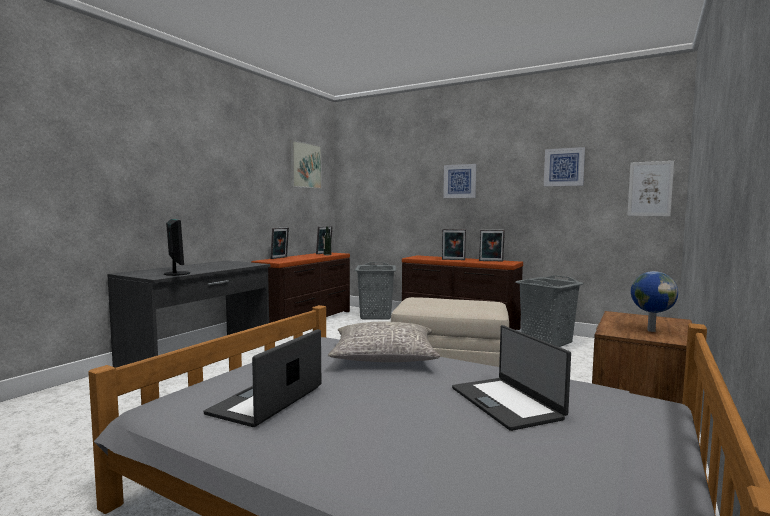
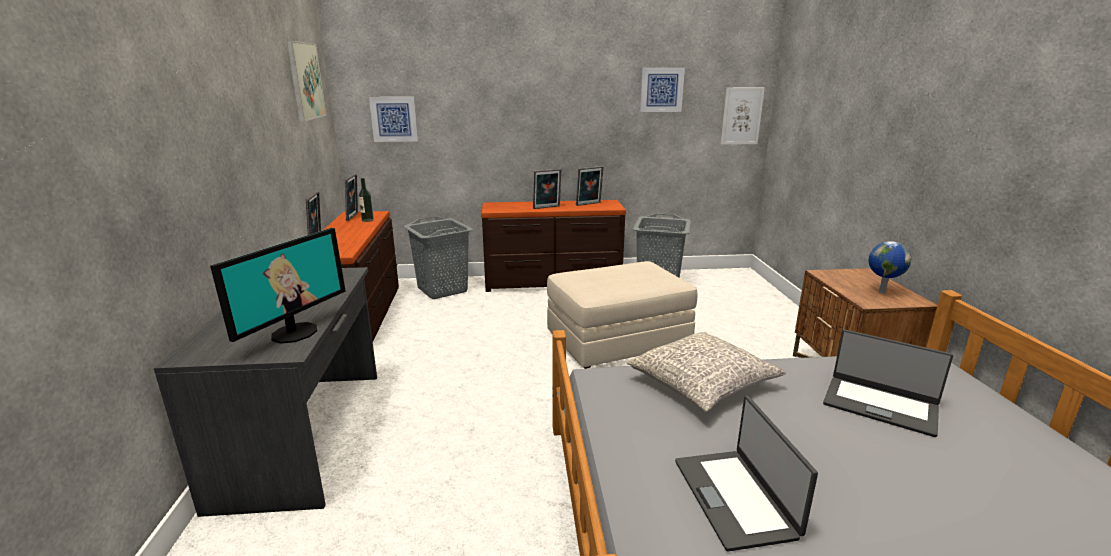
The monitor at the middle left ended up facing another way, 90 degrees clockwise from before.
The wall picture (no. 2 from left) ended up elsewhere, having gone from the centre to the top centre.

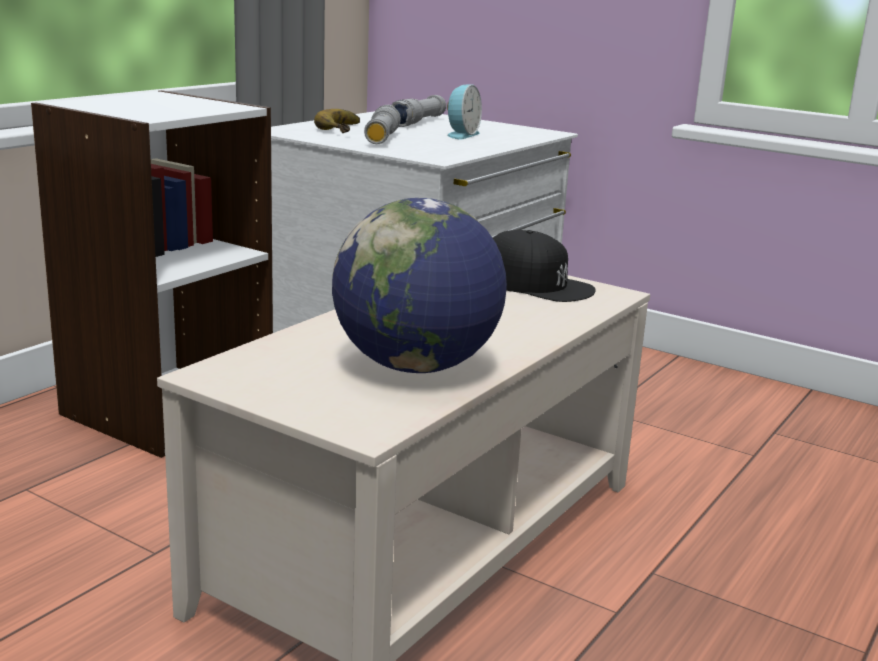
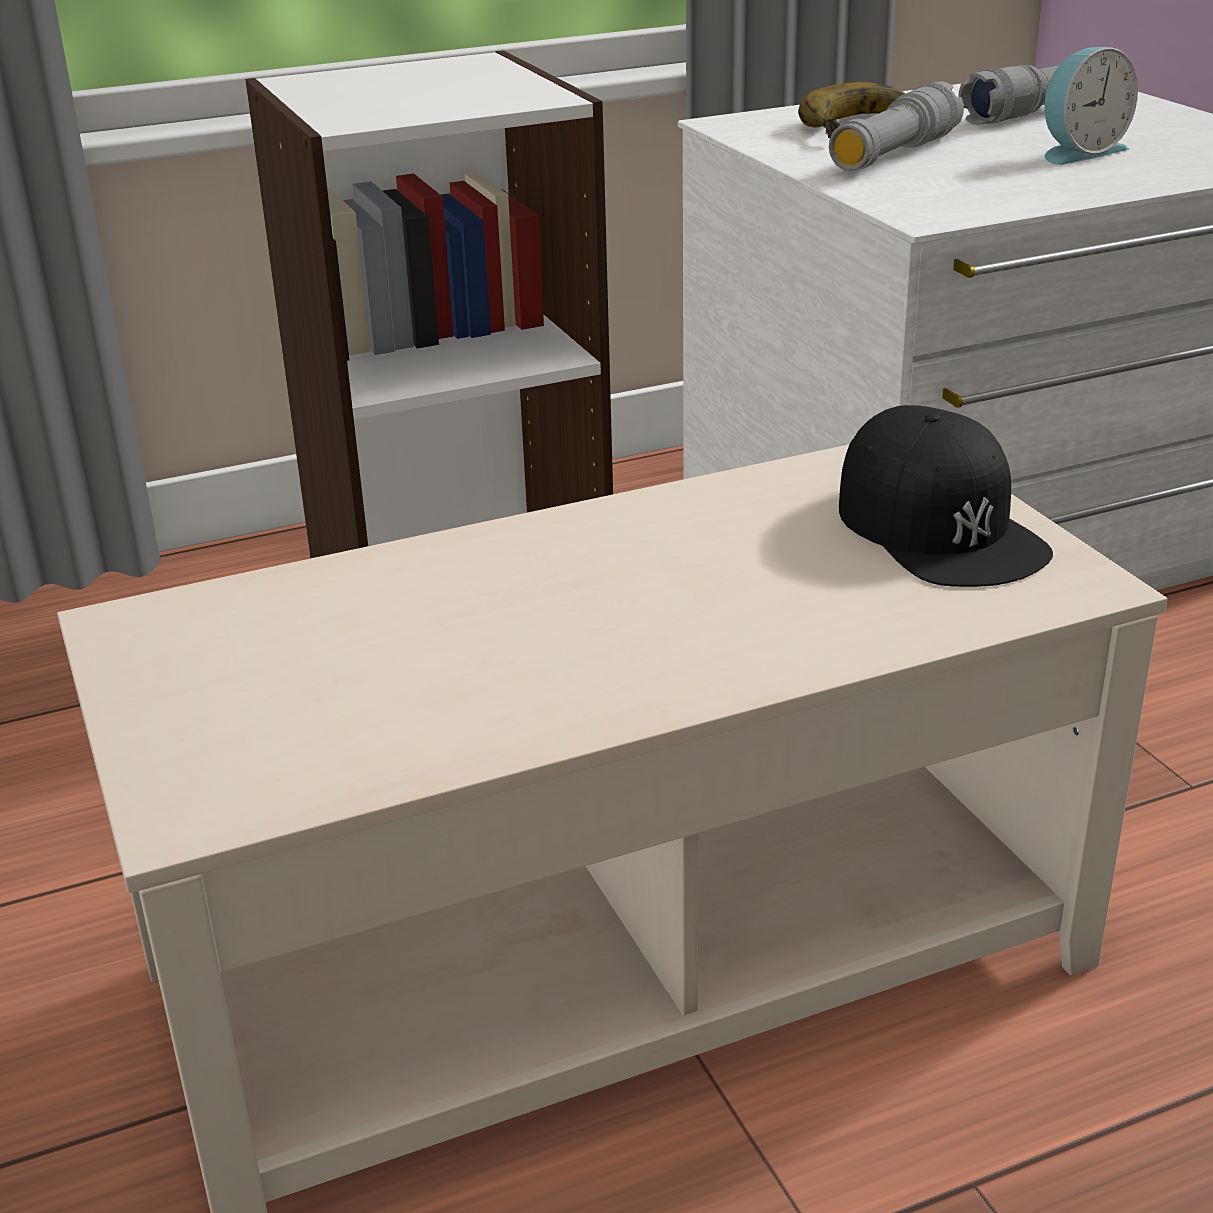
The second view lost the world globe at the centre.

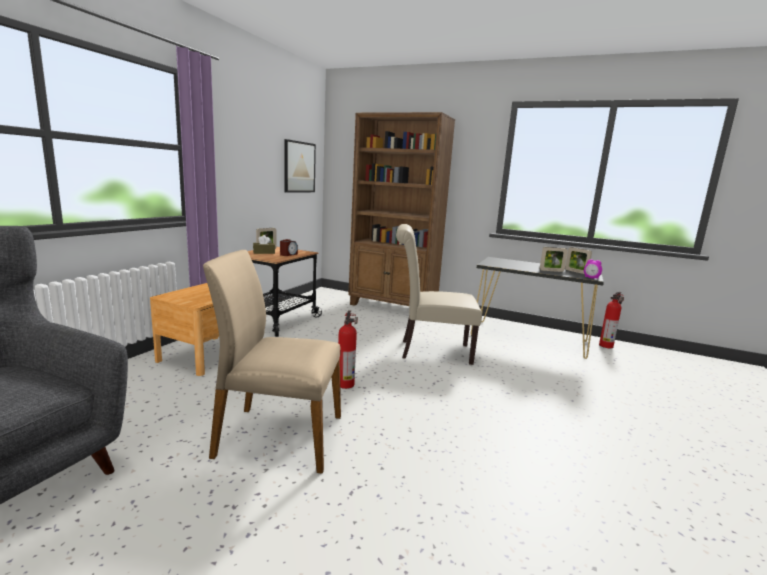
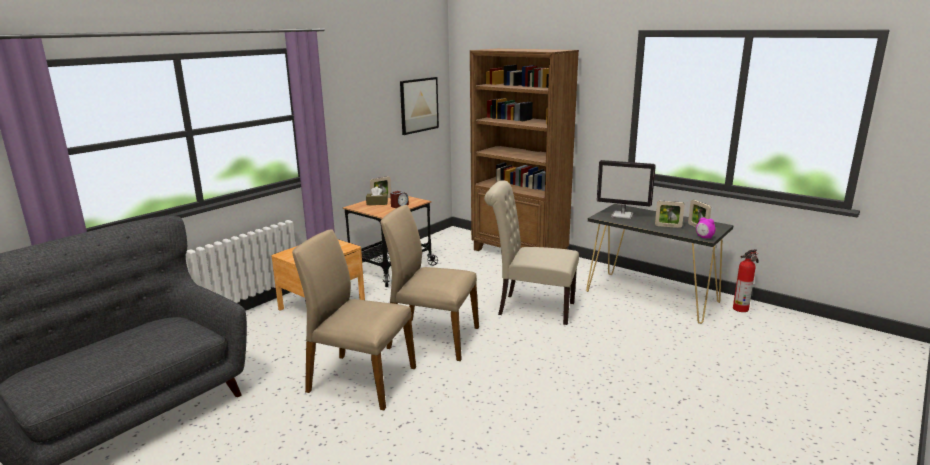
Where the extinguisher (no. 1 from left) stood at the centre, the chair (beige-coloured) (no. 2 from left) came to stand at the centre.
The second view gained the monitor at the middle right.

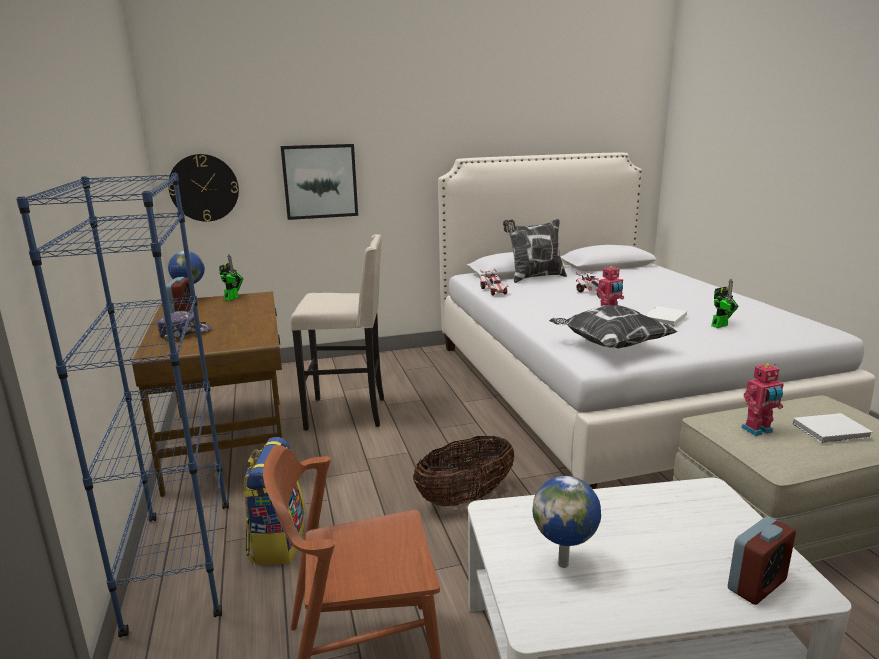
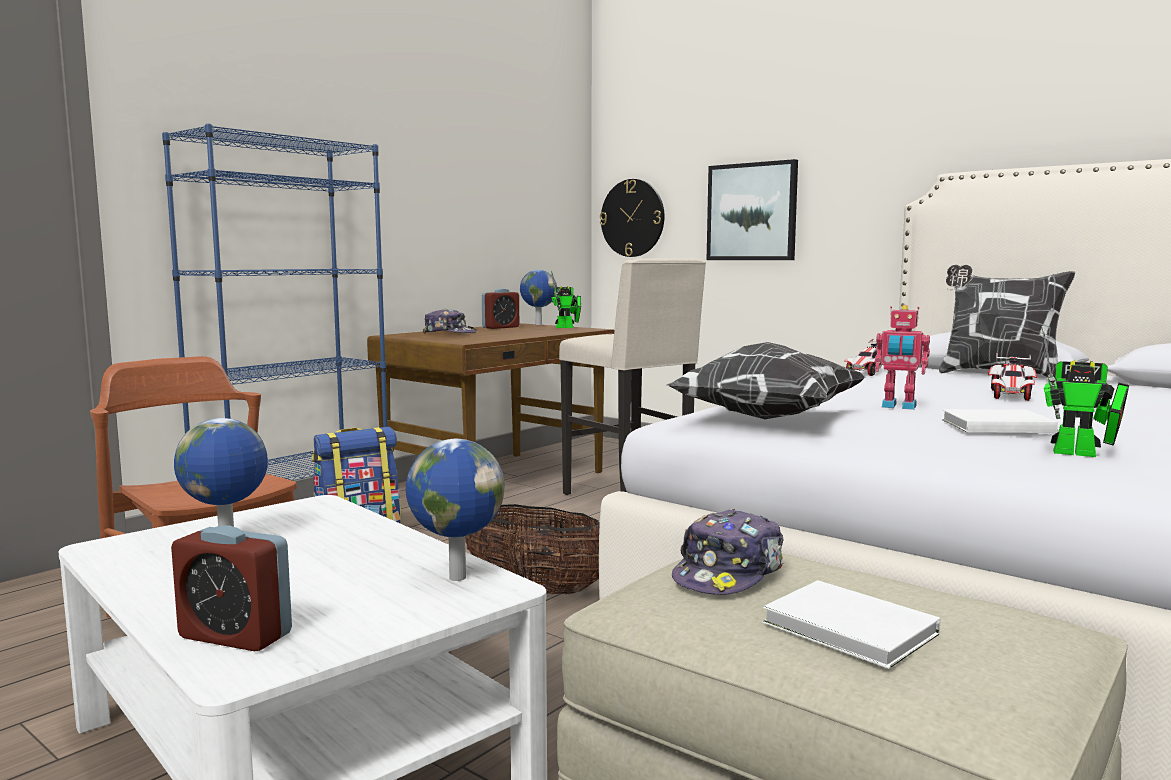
The second view gained the world globe (no. 2 from left) at the centre.
Where the model robot (no. 4 from left) stood at the middle right, the peaked cap (no. 2 from left) came to stand at the bottom centre.

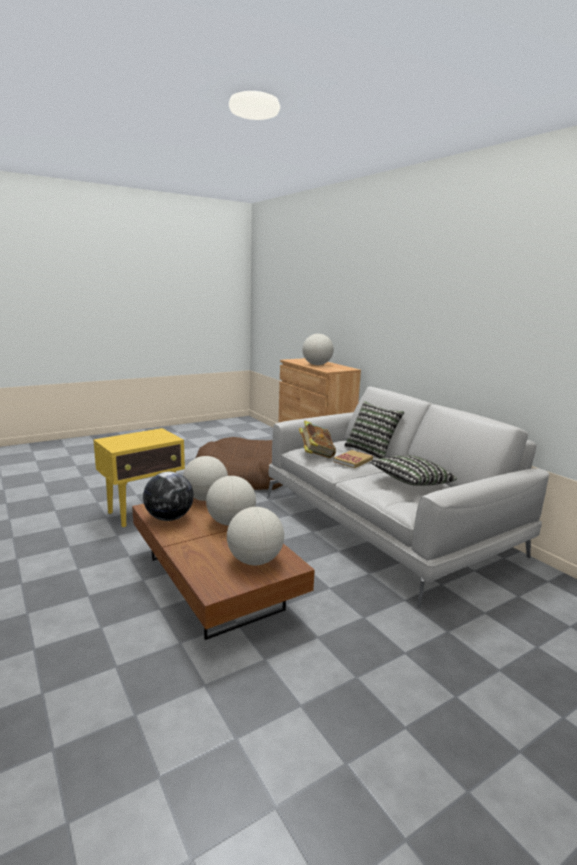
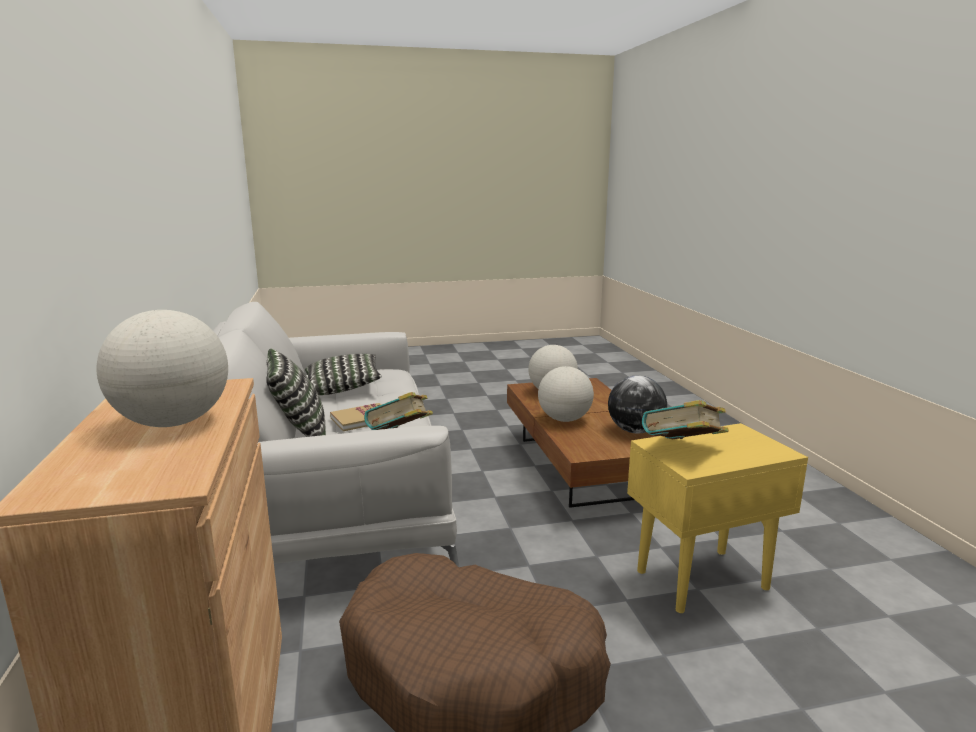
The second view gained the bound book (no. 3 from left) at the middle right.
The second view lost the world globe (no. 2 from left) at the centre.

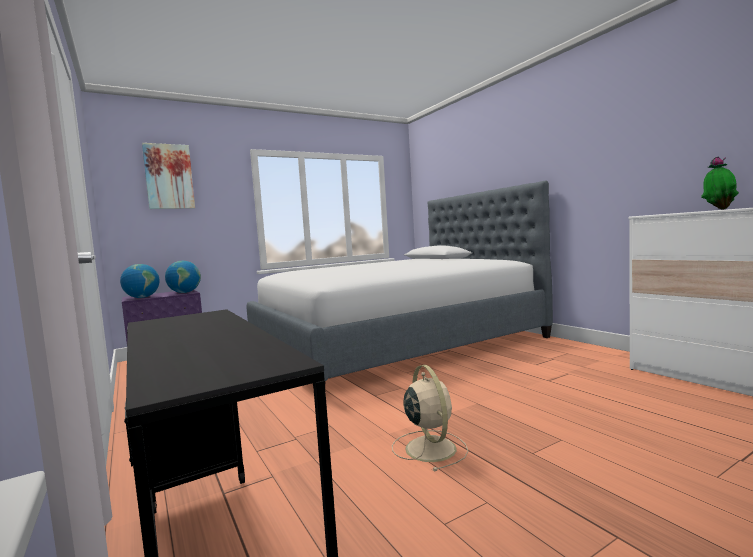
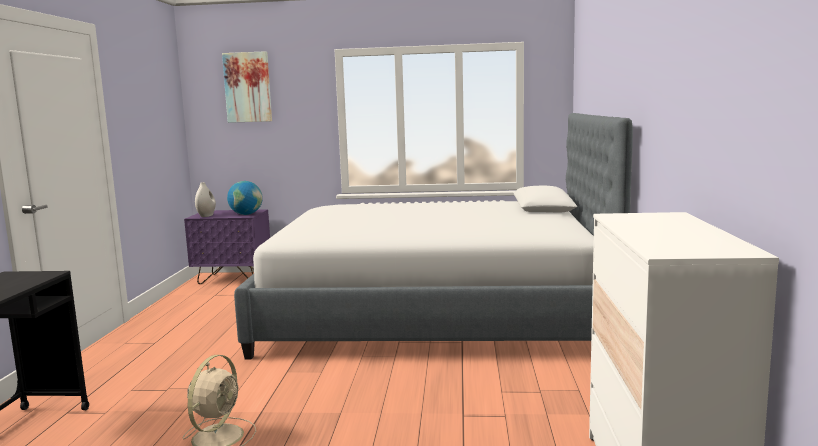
Where the world globe (no. 1 from left) stood at the middle left, the decorative vase (white-coloured) came to stand at the middle left.
The second view lost the plant in a pot at the top right.

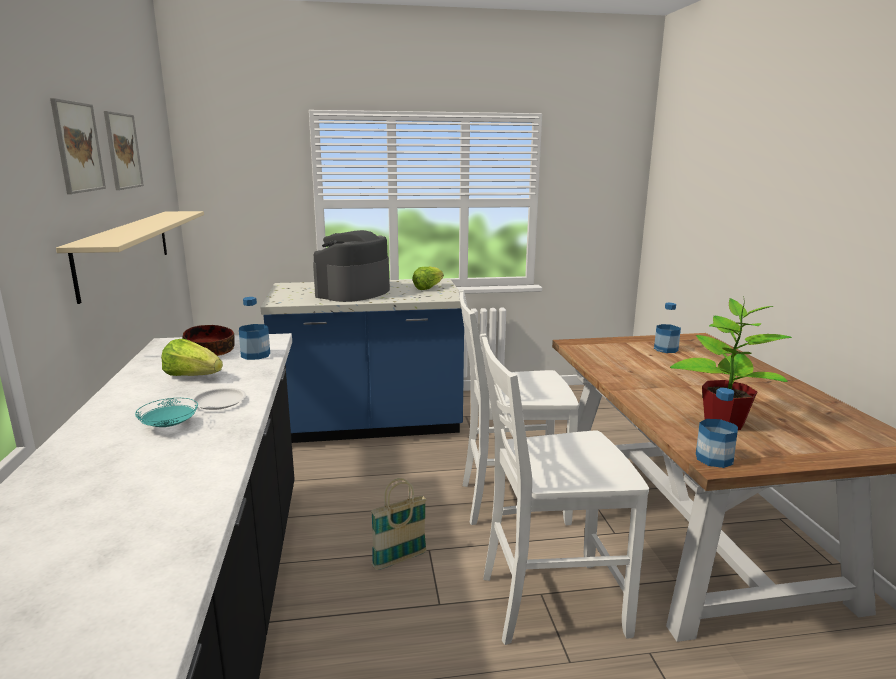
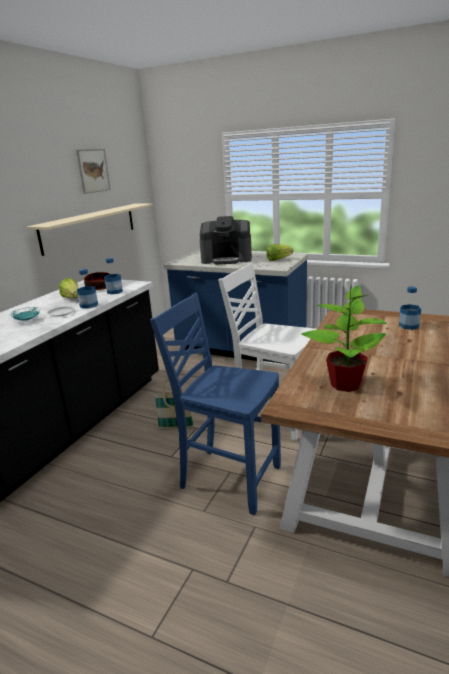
The beverage bottle (no. 3 from left in the first image) ended up elsewhere, having gone from the middle right to the middle left.
What was the chair (white-coloured) (no. 2 from left) at the bottom centre turned into the chair (blue-coloured) at the centre.
The coffee machine at the centre ended up facing another way, 150 degrees counterclockwise from before.
The second view lost the wall picture (no. 1 from left) at the top left.

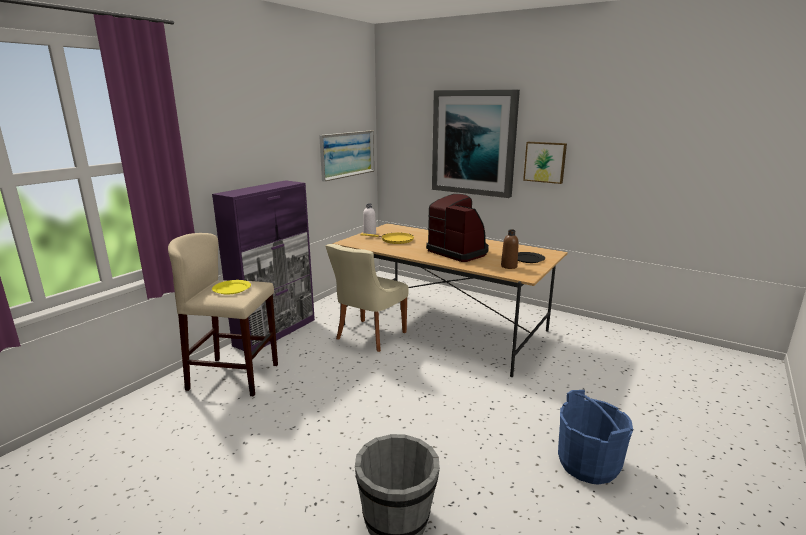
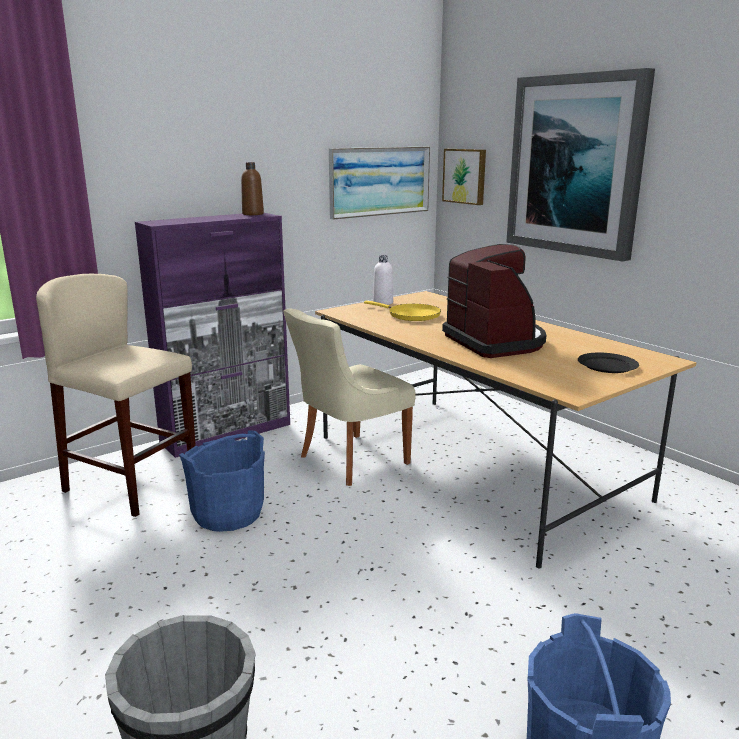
The second view gained the pail (blue-coloured) (no. 1 from left) at the middle left.
The beverage bottle (brown) ended up elsewhere, having gone from the centre to the top centre.
The wall picture (no. 3 from left in the first image) ended up elsewhere, having gone from the top right to the top centre.
The second view lost the dinner plate (yellow-coloured) at the middle left.

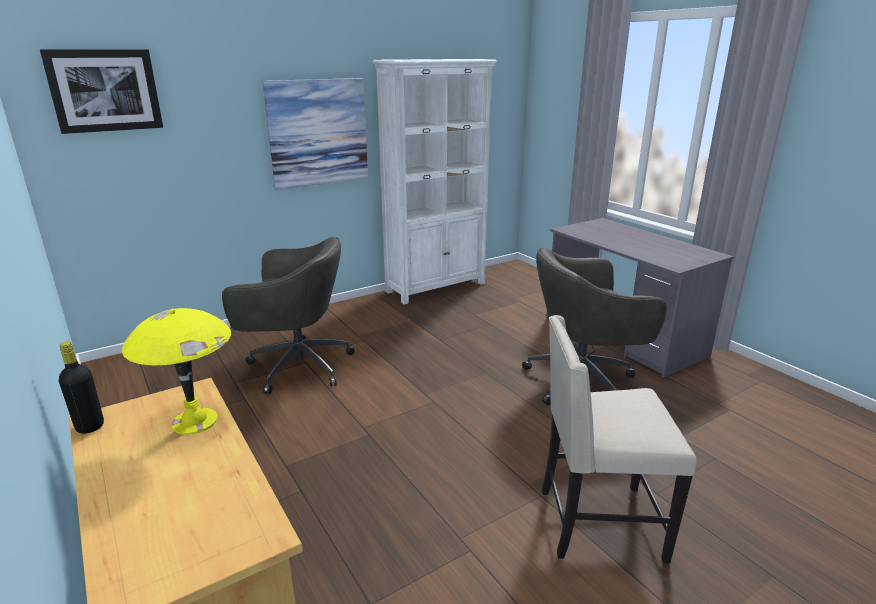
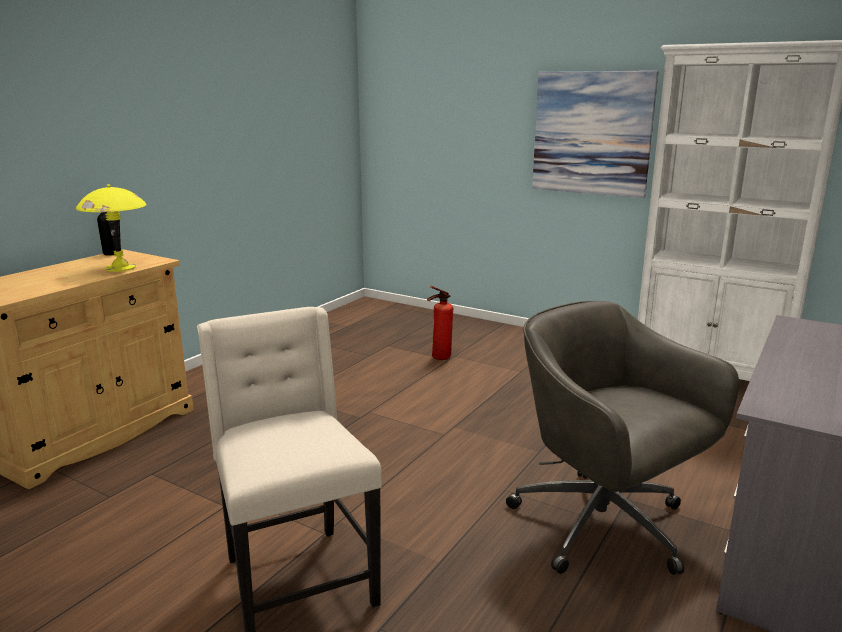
Where the desk chair (grey) (no. 1 from left) stood at the middle left, the extinguisher came to stand at the centre.
The second view lost the wall picture (no. 1 from left) at the top left.

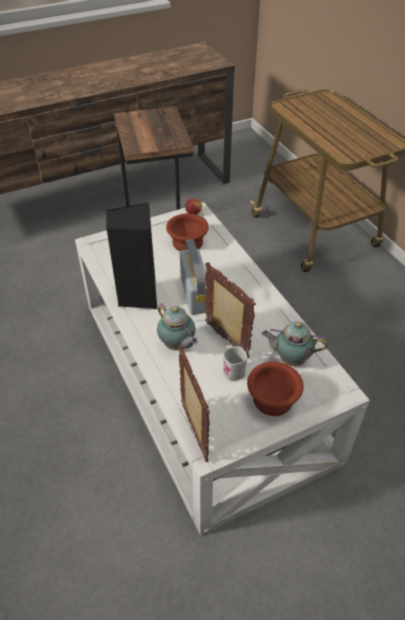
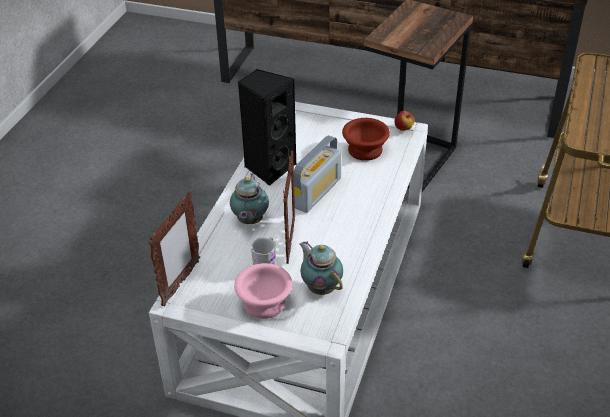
What was the bowl (brown) (no. 2 from left) at the middle right turned into the bowl (pinkish) at the bottom centre.

